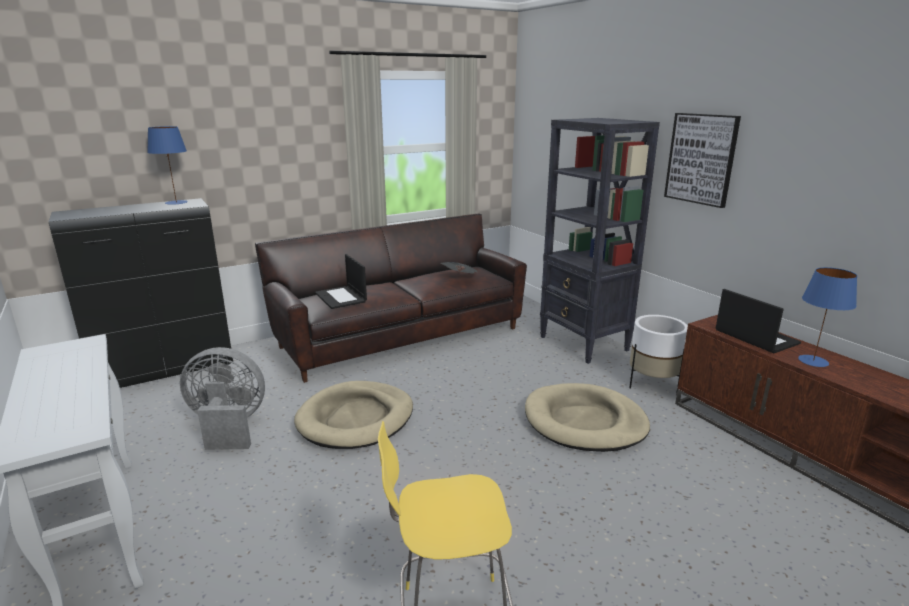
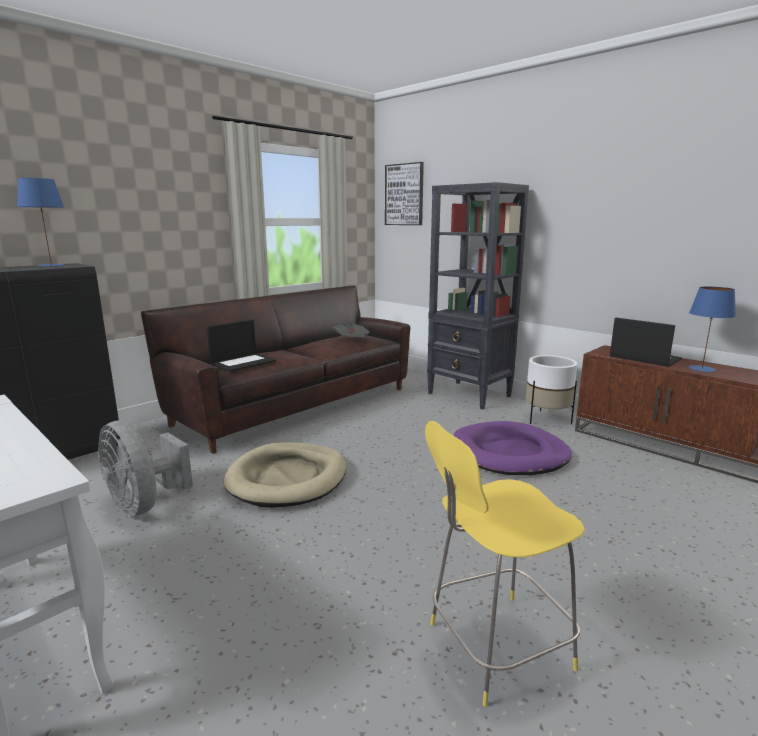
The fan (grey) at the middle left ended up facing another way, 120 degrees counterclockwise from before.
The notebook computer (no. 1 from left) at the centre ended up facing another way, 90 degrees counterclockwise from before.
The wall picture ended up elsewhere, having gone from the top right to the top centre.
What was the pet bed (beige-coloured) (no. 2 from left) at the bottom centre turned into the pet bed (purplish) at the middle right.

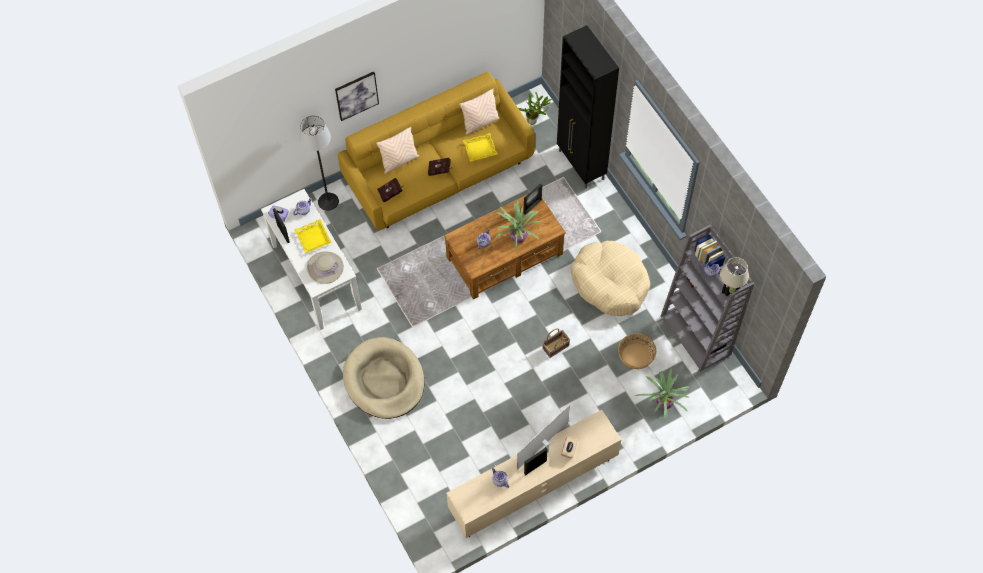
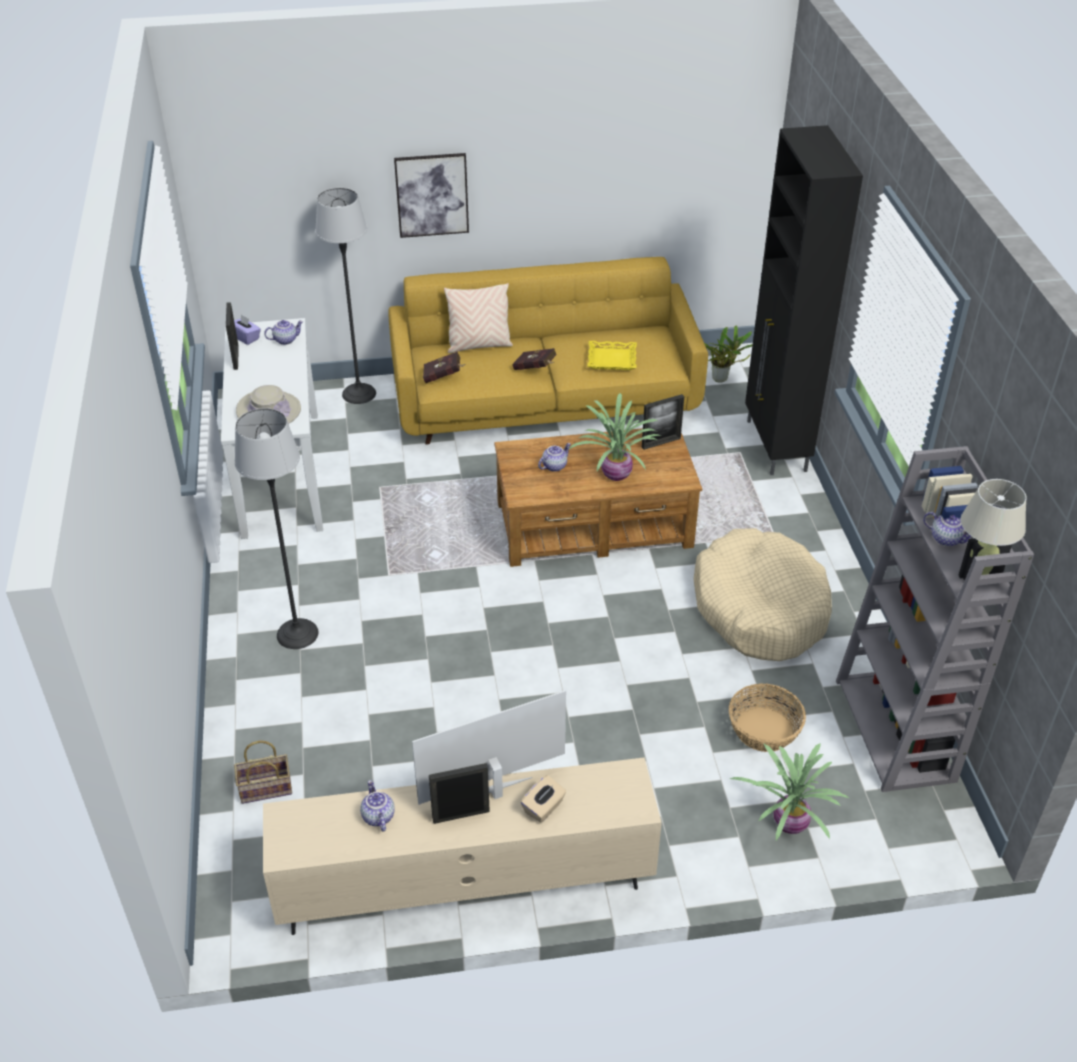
The storage basket (no. 1 from left) ended up elsewhere, having gone from the centre to the bottom left.
Where the pet bed (beige-coloured) (no. 1 from left) stood at the centre, the standard lamp (no. 1 from left) came to stand at the middle left.
The second view lost the carrying tray (yellow-coloured) (no. 1 from left) at the middle left.
The second view lost the cushion (beige-coloured) (no. 2 from left) at the top centre.

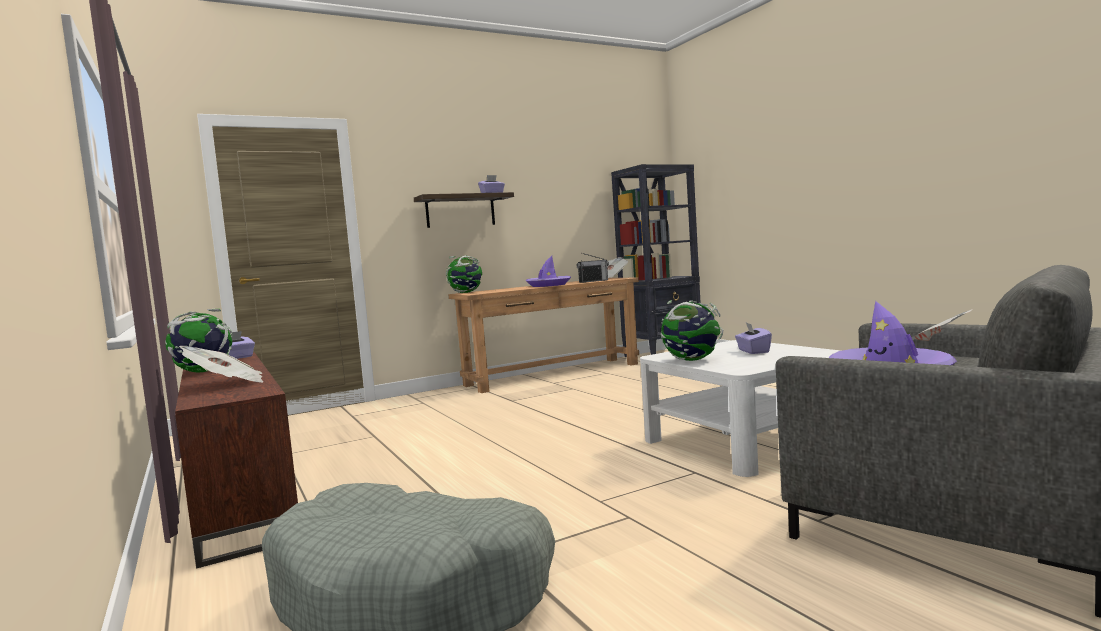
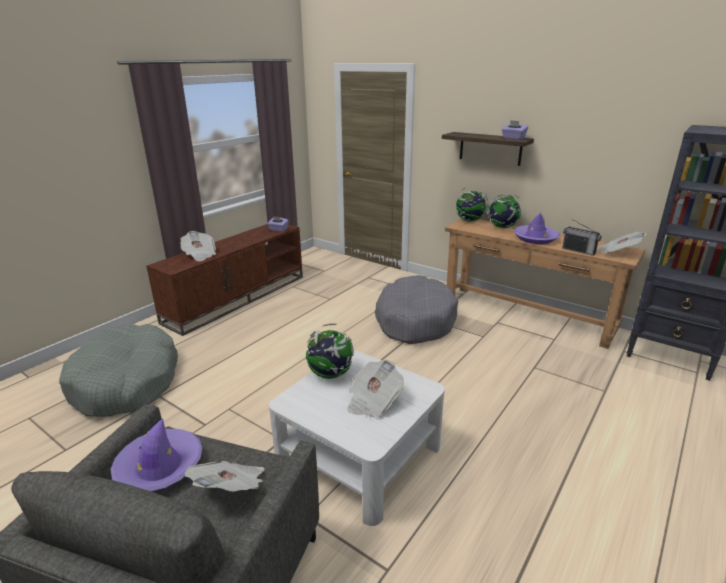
Where the box of tissues (purplish) (no. 3 from left) stood at the middle right, the newspaper (no. 3 from left) came to stand at the centre.
The second view gained the pet bed (grey) (no. 2 from left) at the centre.
The world globe (no. 1 from left in the first image) ended up elsewhere, having gone from the middle left to the middle right.

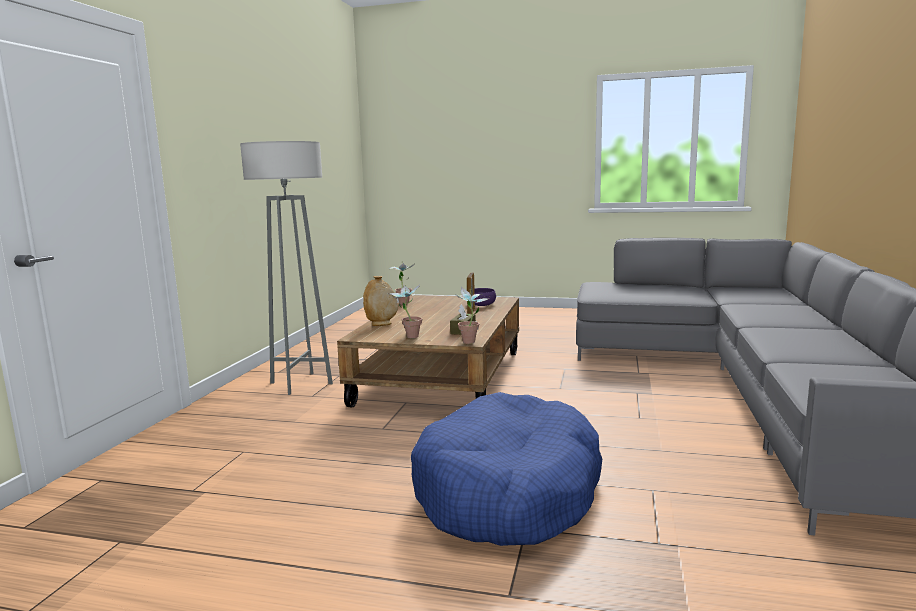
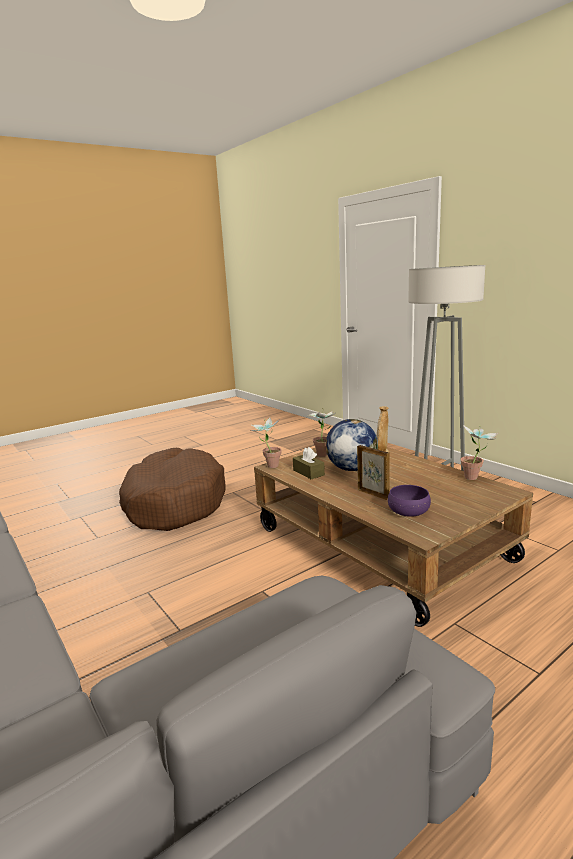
What was the pet bed (blue-coloured) at the bottom centre turned into the pet bed (brown) at the middle left.
The second view gained the world globe at the centre.

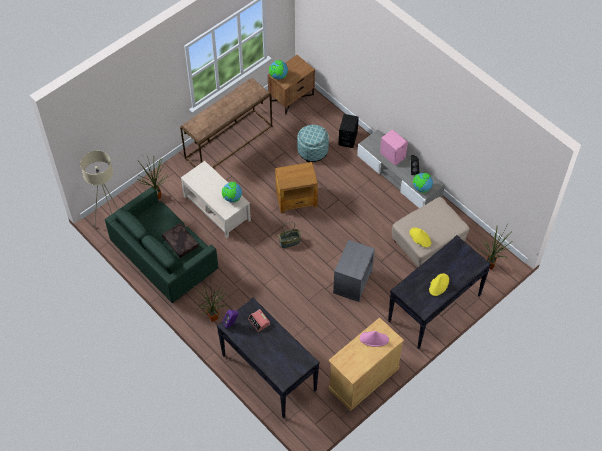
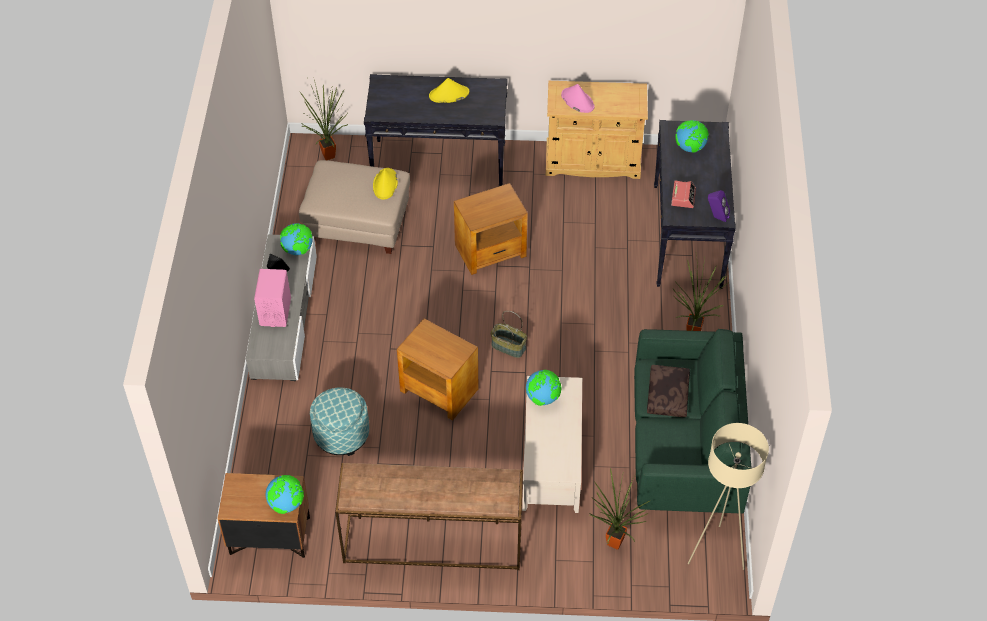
What was the side table (grey) at the centre turned into the side table (brown) (no. 2 from left) at the centre.
The second view gained the world globe (no. 4 from left) at the top right.
The second view lost the loudspeaker (black-coloured) (no. 1 from left) at the top centre.

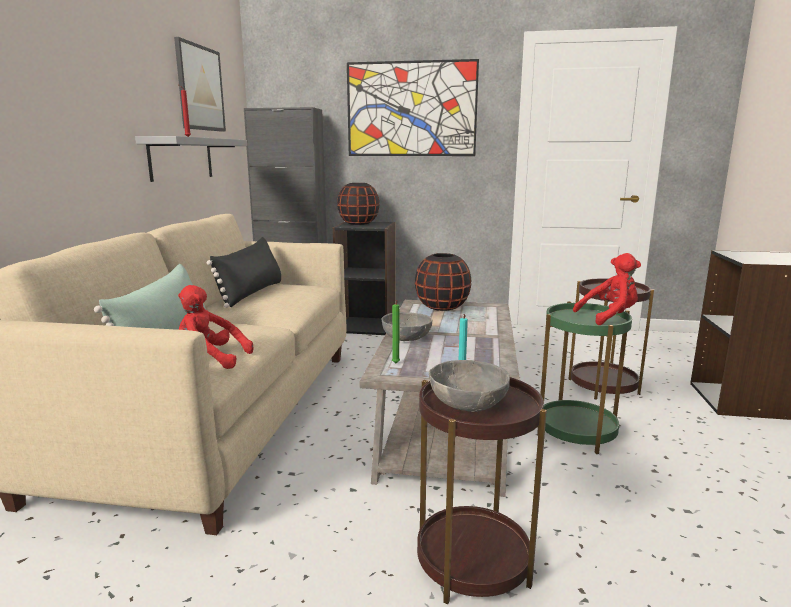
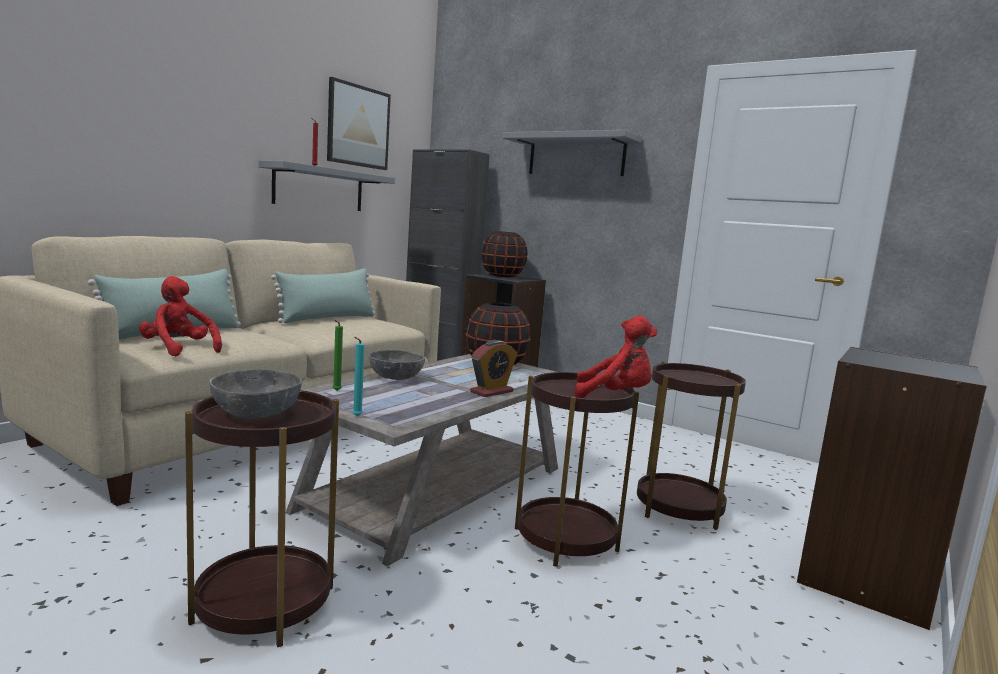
What was the cushion (black-coloured) at the middle left turned into the cushion (green) (no. 2 from left) at the middle left.
The second view gained the alarm clock at the centre.
Where the wall picture (no. 2 from left) hung at the top centre, the bracket shelf (grey) (no. 2 from left) came to hang at the top centre.
What was the side table (green) at the middle right turned into the side table (brown) (no. 2 from left) at the bottom centre.

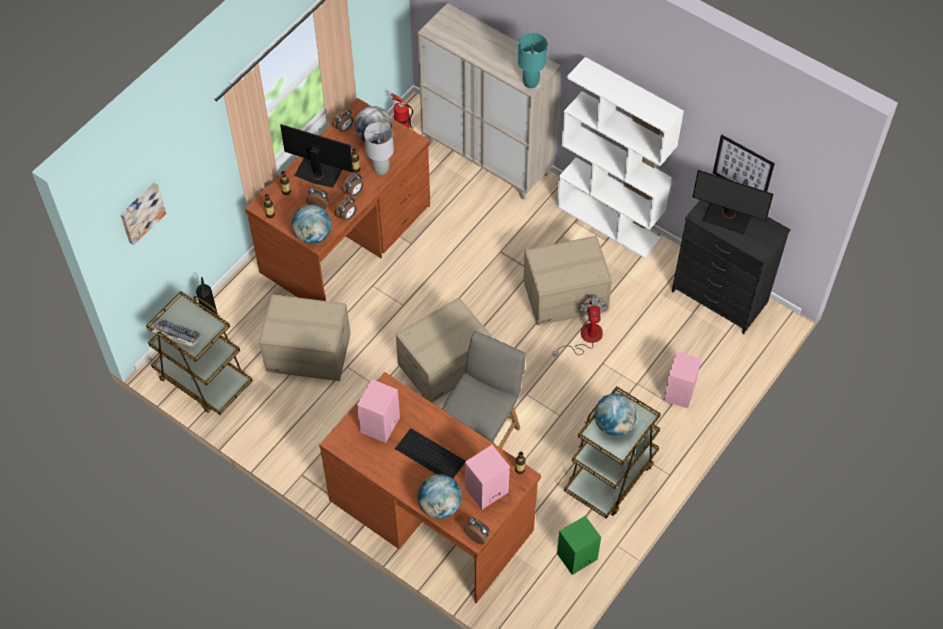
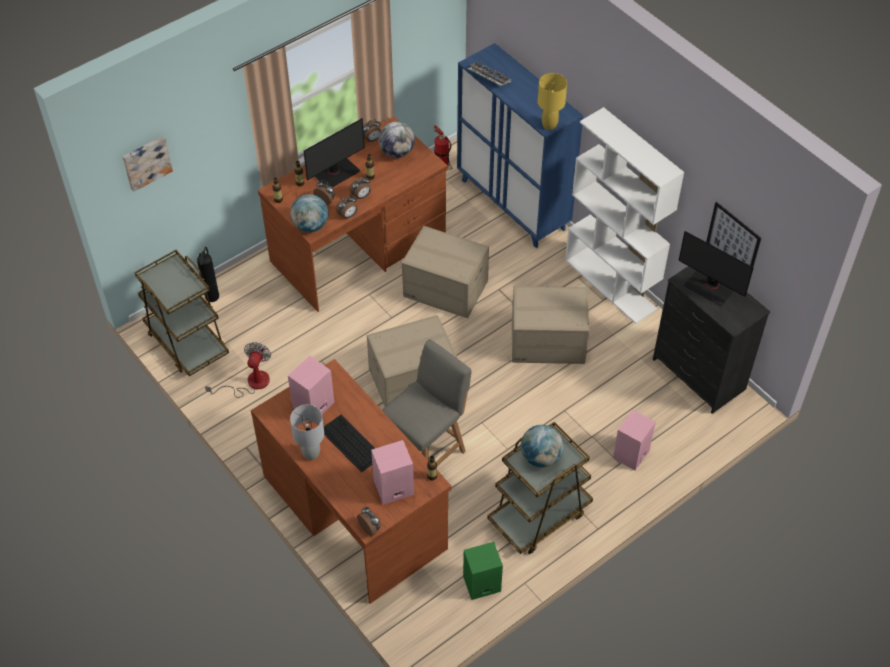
The fan ended up elsewhere, having gone from the centre to the middle left.
The lamp for a table (grey) ended up elsewhere, having gone from the top centre to the centre.
The monitor (no. 1 from left) at the top centre ended up facing another way, 105 degrees clockwise from before.
The packing box (no. 1 from left in the first image) ended up elsewhere, having gone from the middle left to the centre.
What was the cabinet (beige-coloured) at the top centre turned into the cabinet (blue-coloured) at the top centre.
The keyboard (no. 1 from left in the first image) ended up elsewhere, having gone from the middle left to the top centre.
What was the lamp for a table (turquoise) at the top centre turned into the lamp for a table (yellow-coloured) at the top centre.
The second view lost the world globe (no. 3 from left) at the bottom centre.

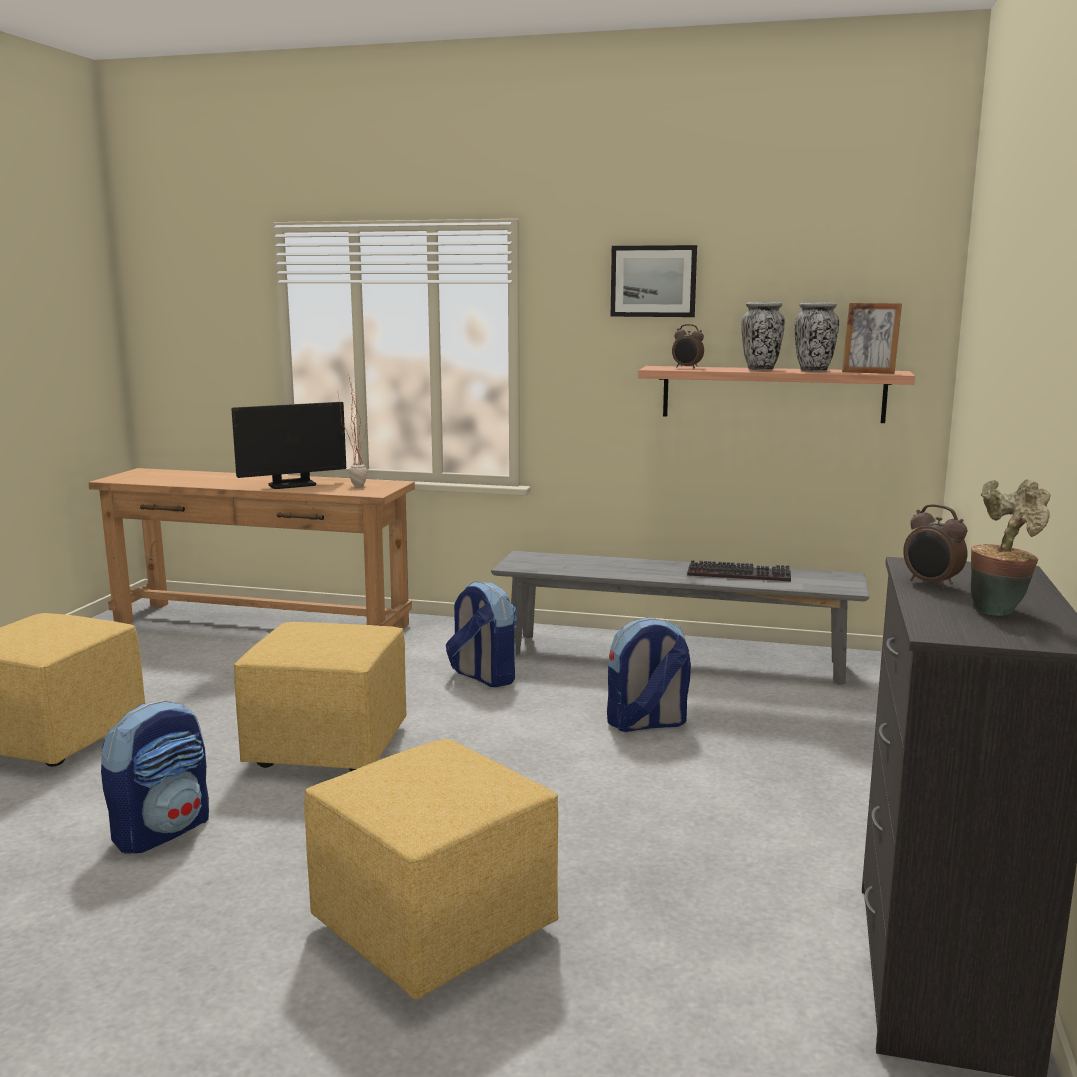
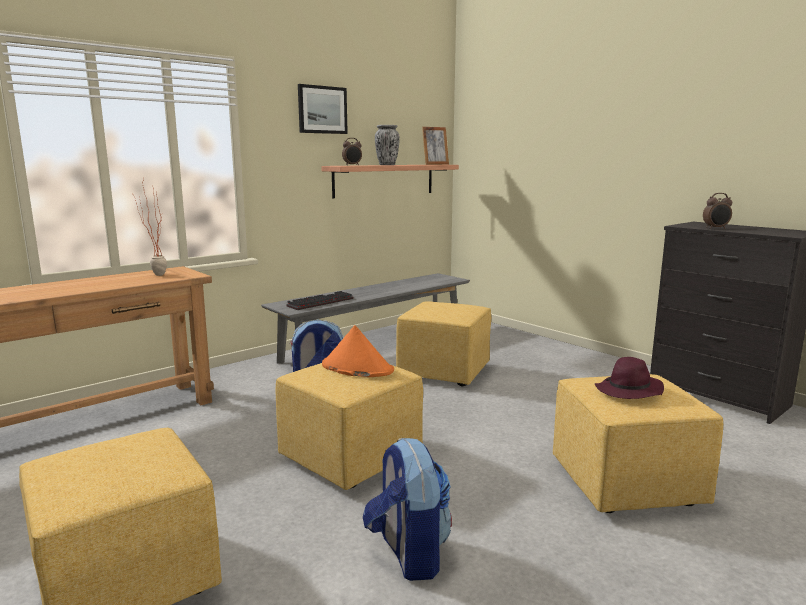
The keyboard ended up elsewhere, having gone from the middle right to the centre.
The second view gained the clothing hat (orangey) at the centre.
Where the backpack (no. 3 from left) stood at the centre, the ottoman (yellow-coloured) (no. 3 from left) came to stand at the centre.
The second view gained the clothing hat (purplish) at the middle right.
The second view lost the monitor at the middle left.
The second view lost the decorative vase (no. 2 from left) at the top right.
The second view lost the plant in a pot (no. 2 from left) at the middle right.

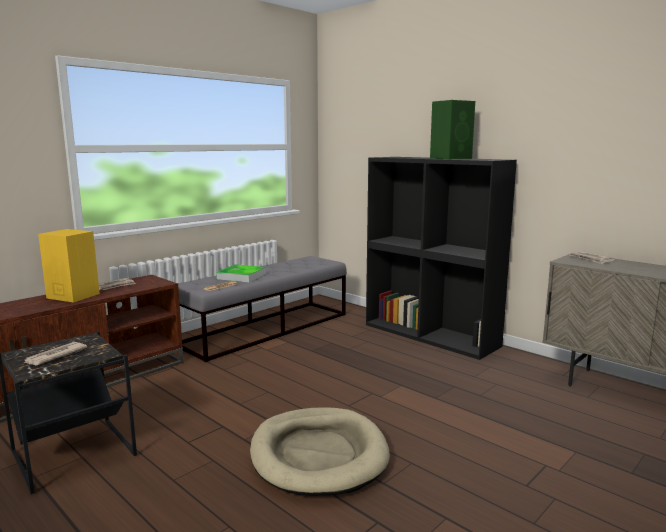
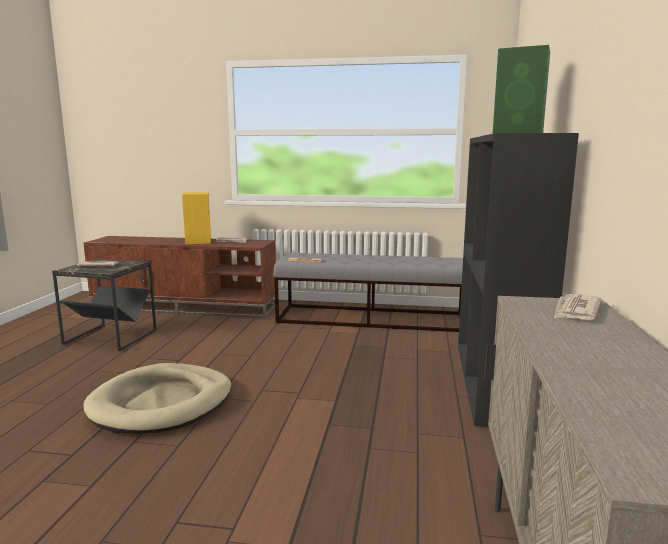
The second view lost the carrying tray at the centre.

